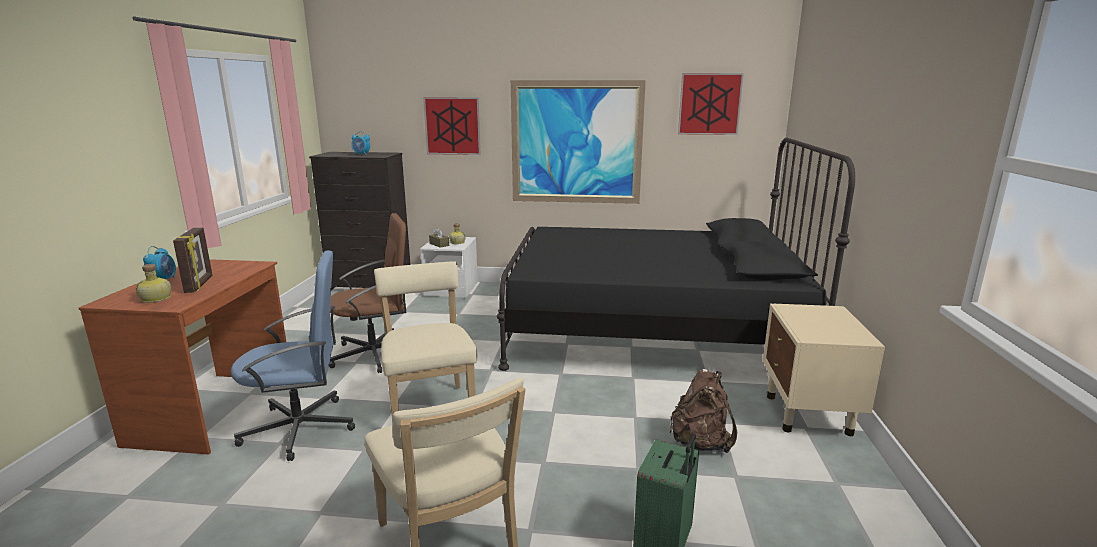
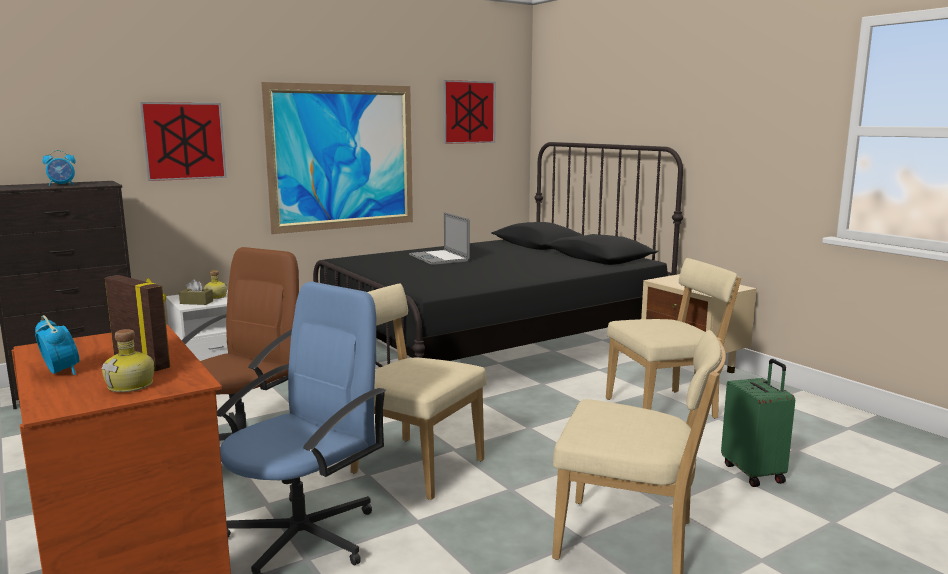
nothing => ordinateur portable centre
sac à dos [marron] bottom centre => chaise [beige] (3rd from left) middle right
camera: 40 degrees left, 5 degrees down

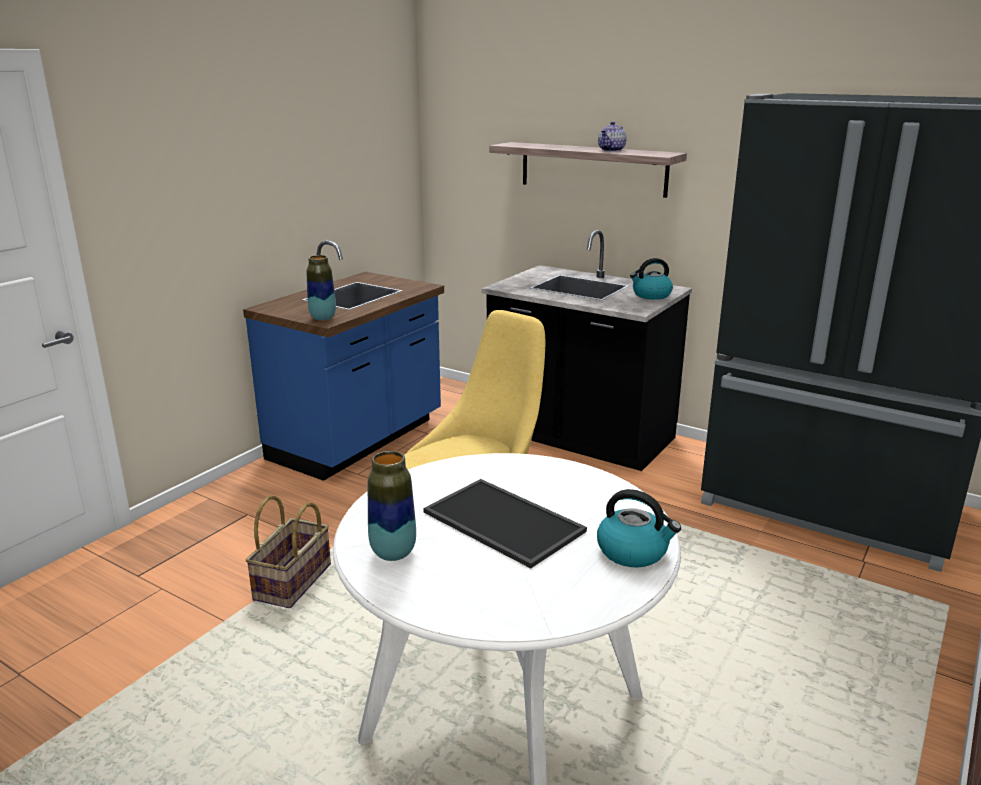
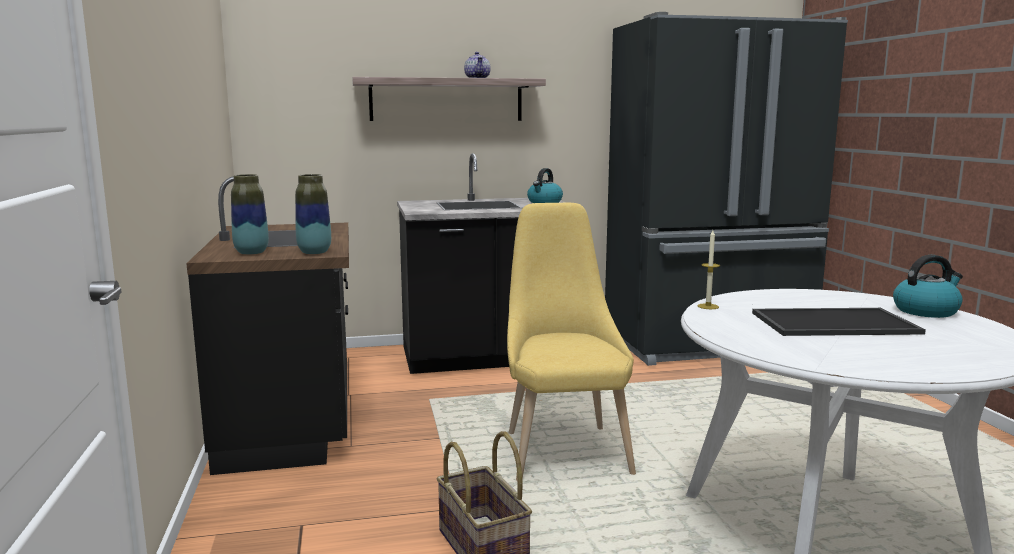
nothing => bougie middle right
vase (2nd from left in the first image) centre => vase (1st from left) middle left, moved
comptoir de cuisine [bleu] centre => comptoir de cuisine [noir] (1st from left) middle left
camera: 45 degrees left, 10 degrees down

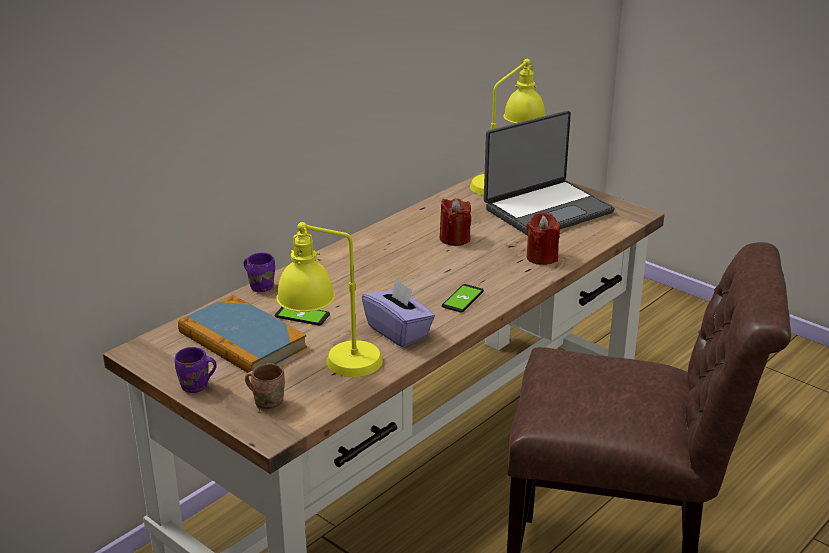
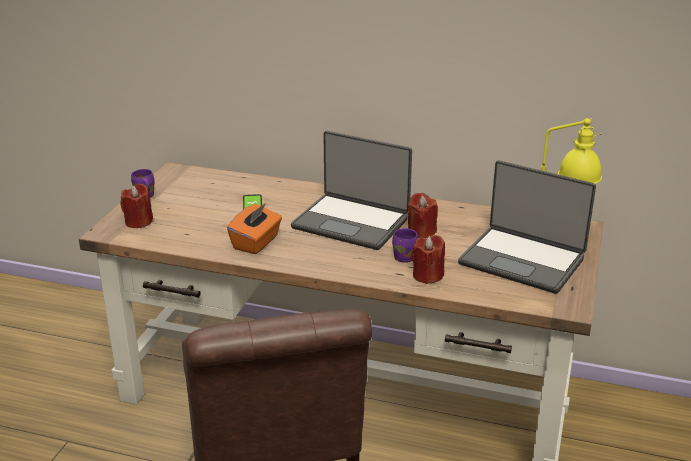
livre middle left => nothing
lampe de table [jaune] (1st from left) centre => nothing
téléphone (2nd from left) centre => nothing
nothing => ordinateur portable (1st from left) centre
mug [violet] (2nd from left) middle left => mug [violet] (2nd from left) centre, moved
mug [marron] bottom left => bougie [rouge] (1st from left) middle left
boîte à mouchoirs [violet] centre => boîte à mouchoirs [orange] centre
camera: 65 degrees right, 0 degrees up

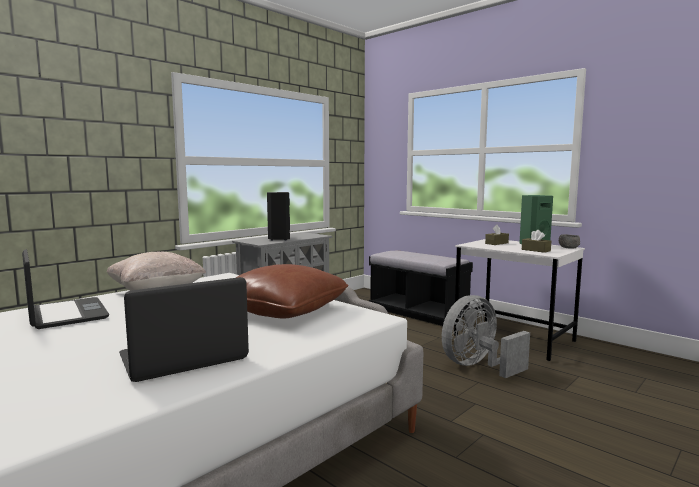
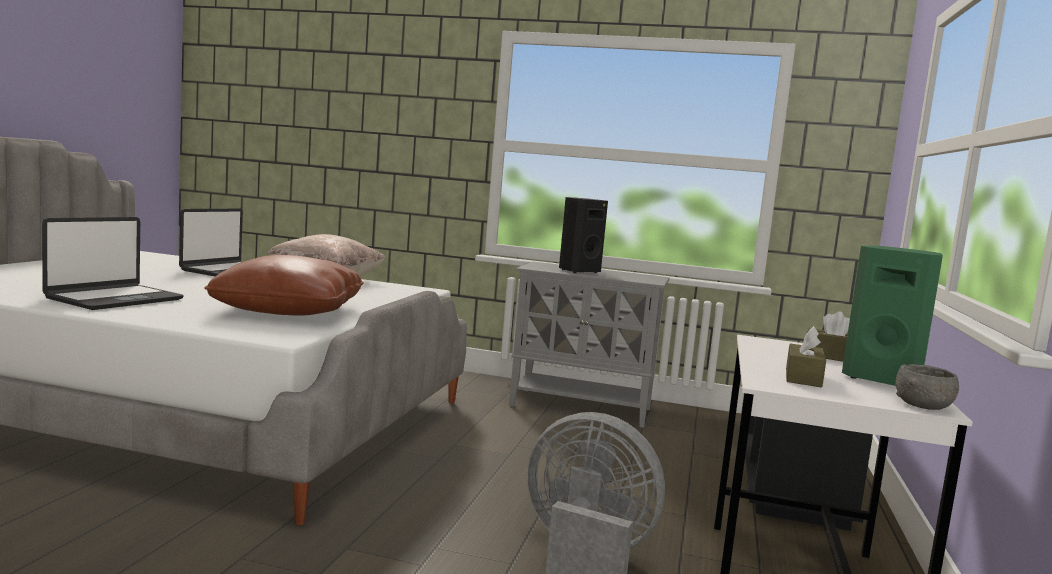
ordinateur portable (2nd from left in the first image) bottom left => ordinateur portable (1st from left) middle left, 90 degrees clockwise
camera: 60 degrees right, 0 degrees up

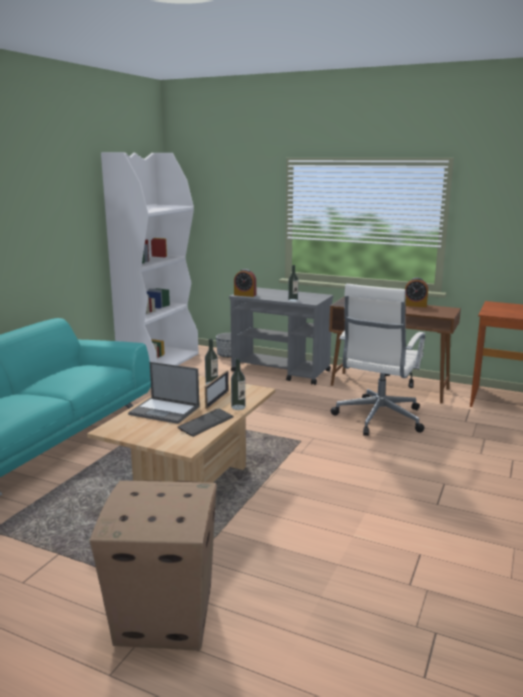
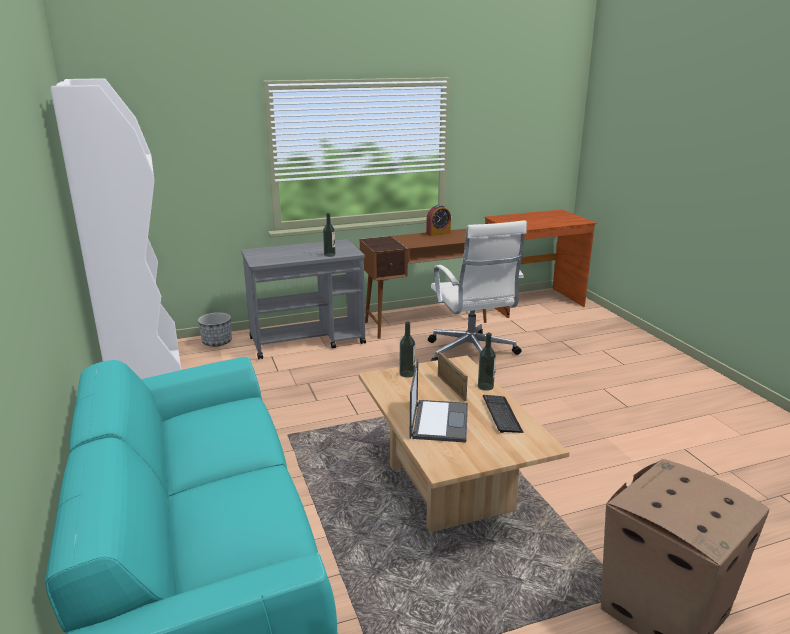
réveil (1st from left) centre => nothing
ordinateur portable middle left => ordinateur portable centre, 60 degrees counterclockwise
camera: 45 degrees left, 5 degrees up

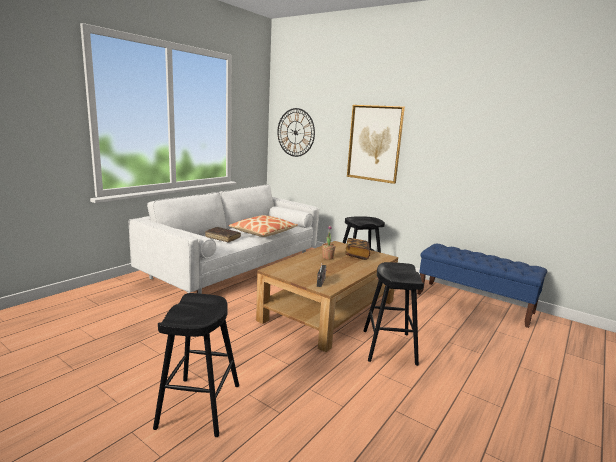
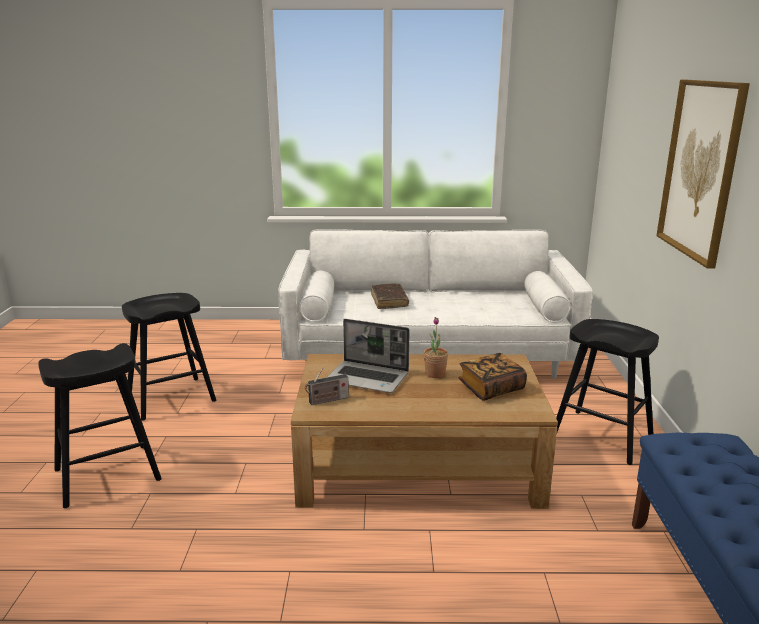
coussin centre => nothing
horloge murale top centre => nothing
nothing => ordinateur portable centre
tabouret [noir] (3rd from left in the first image) bottom centre => tabouret [noir] (2nd from left) middle left, moved
camera: 55 degrees right, 5 degrees up

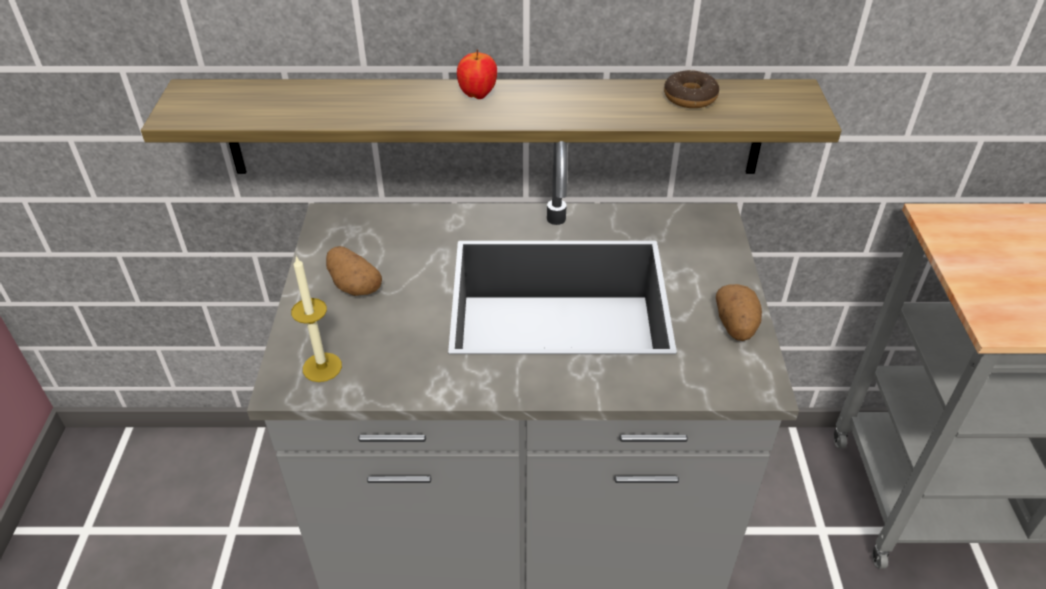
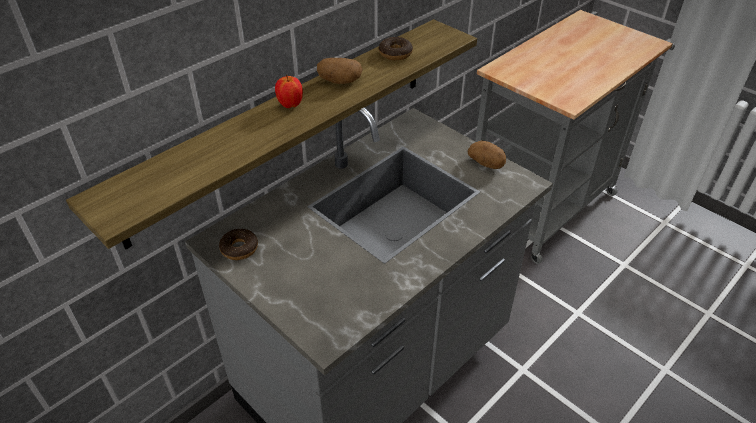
bougie middle left => nothing
nothing => beignet (1st from left) middle left
pomme de terre (1st from left) centre => pomme de terre (1st from left) top centre, moved
camera: 45 degrees left, 0 degrees up

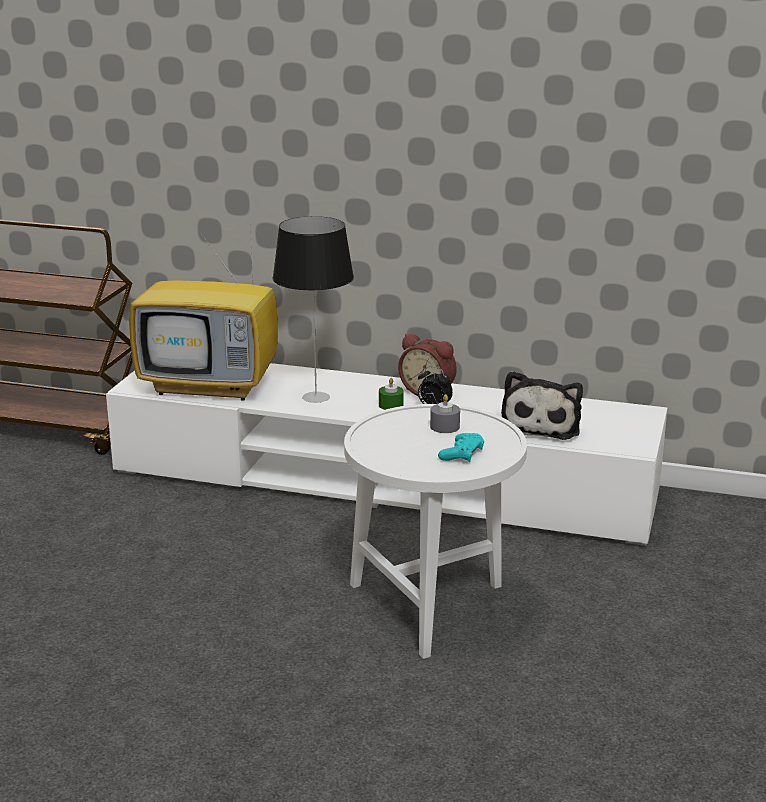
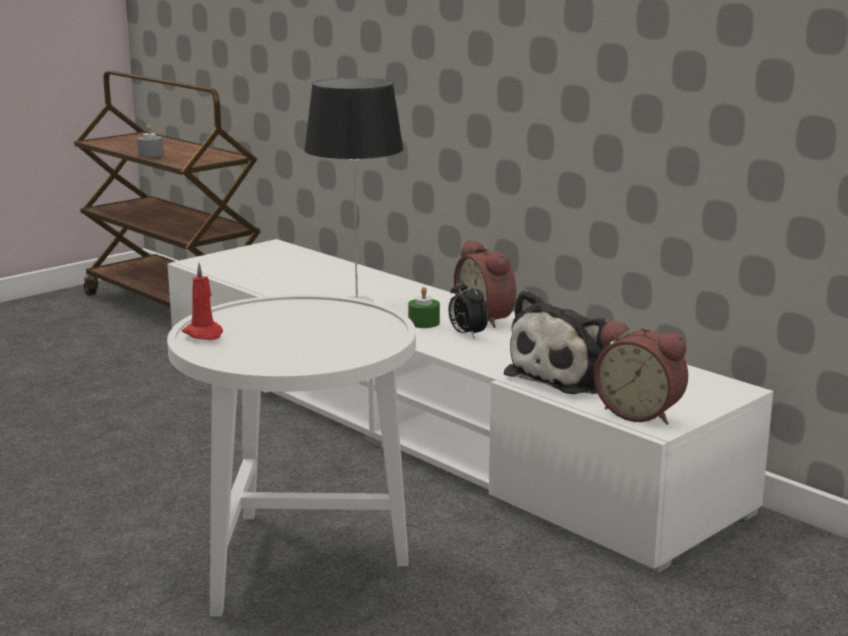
téléviseur middle left => nothing
manette [turquoise] centre => nothing
nothing => bougie [rouge] middle left
nothing => réveil (3rd from left) middle right
bougie [gris] centre => bougie [gris] top left, moved
camera: 30 degrees right, 5 degrees down

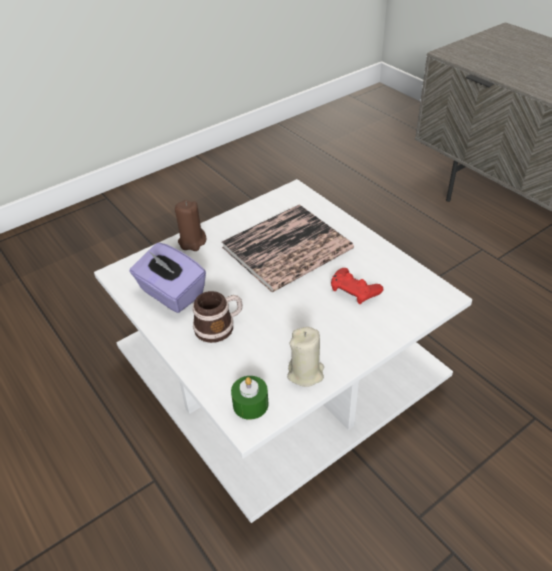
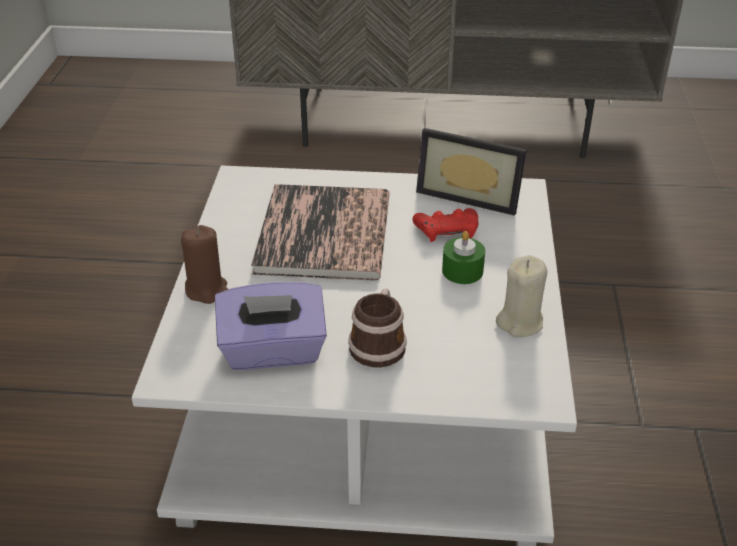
nothing => cadre photo top centre
bougie [vert] bottom centre => bougie [vert] centre, moved
camera: 50 degrees left, 5 degrees down

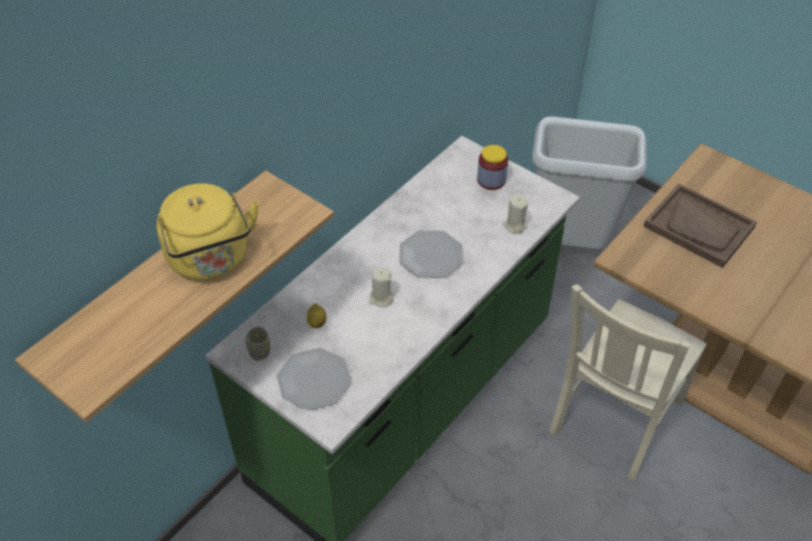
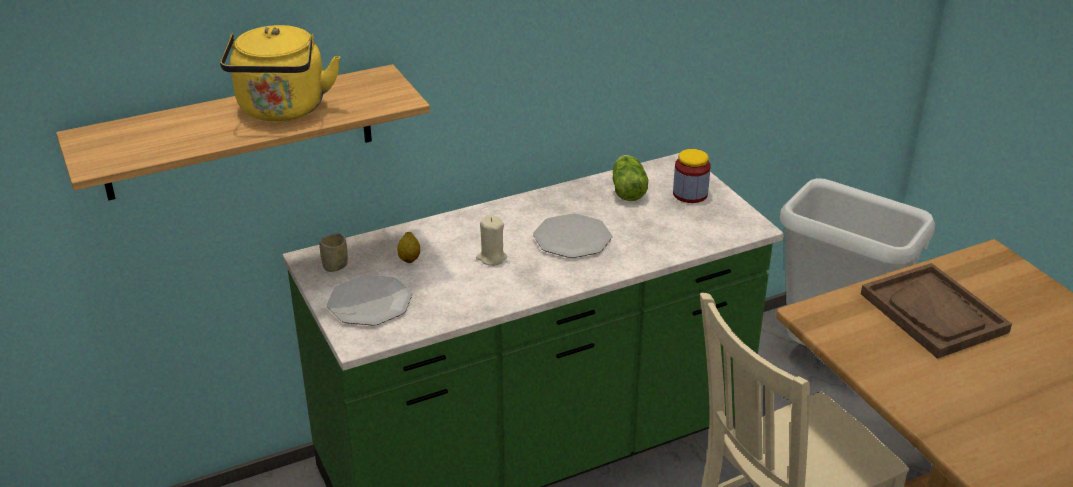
bougie [beige] (2nd from left) centre => nothing
nothing => laitue centre
camera: 25 degrees right, 15 degrees down

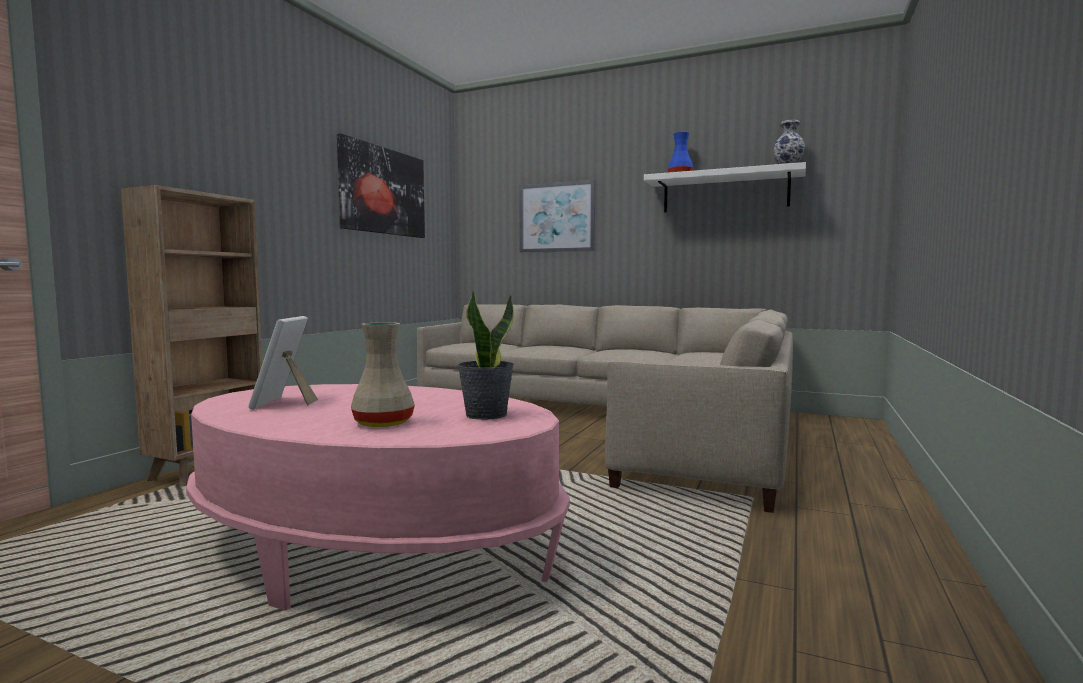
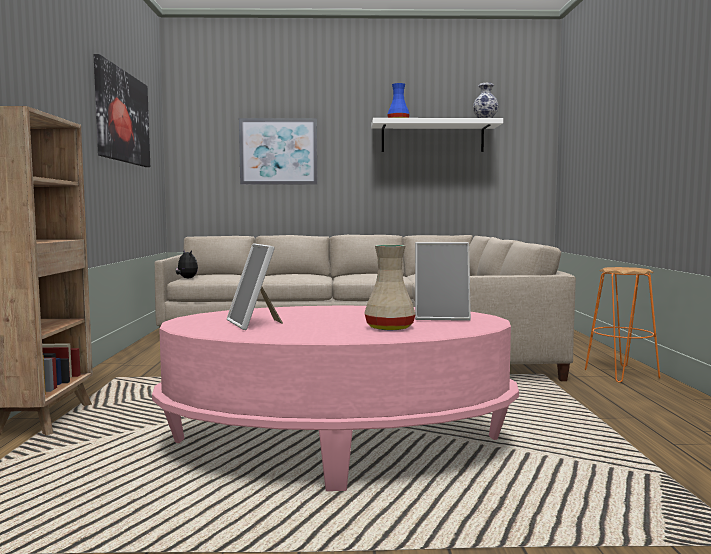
nothing => peluche middle left
nothing => tabouret [orange] middle right
plante en pot centre => cadre photo (2nd from left) centre
camera: 25 degrees left, 0 degrees up

